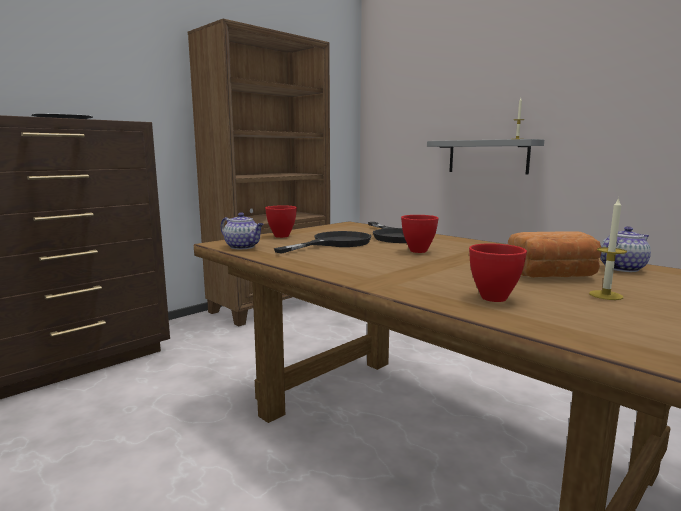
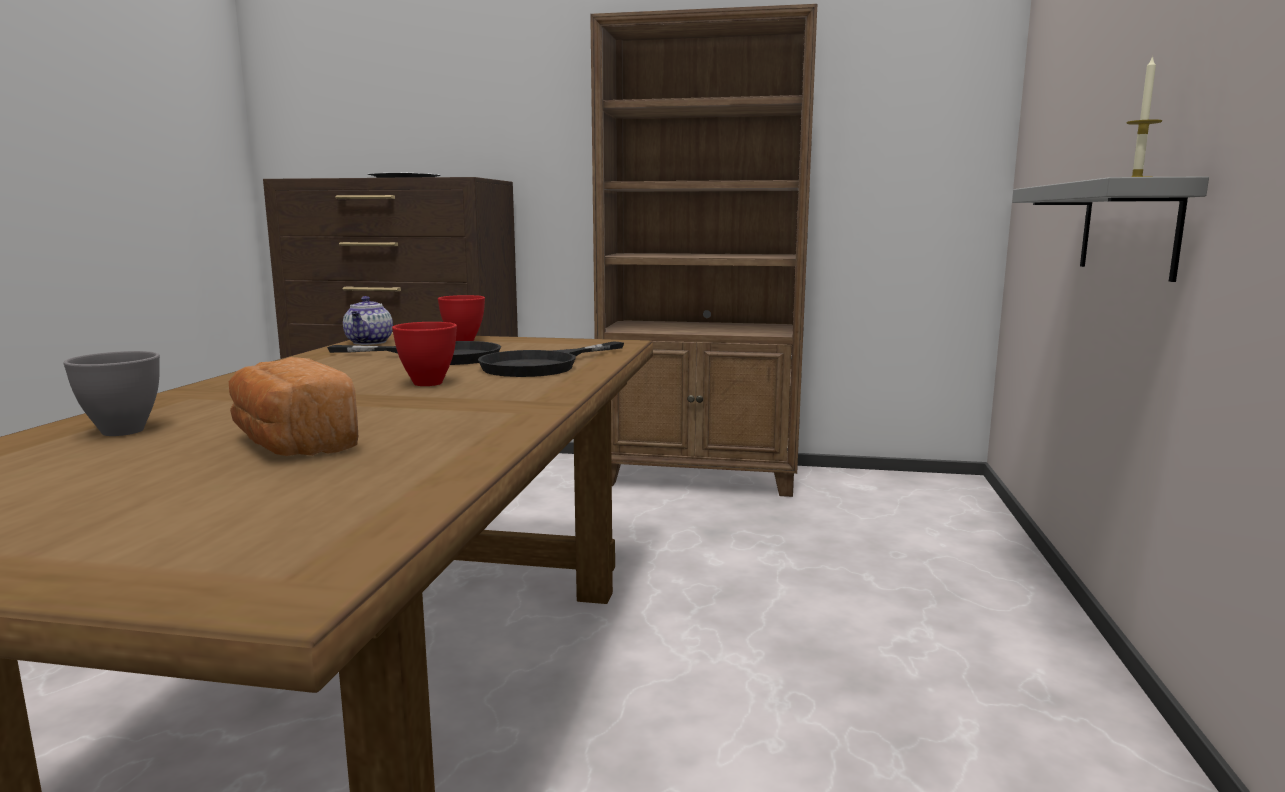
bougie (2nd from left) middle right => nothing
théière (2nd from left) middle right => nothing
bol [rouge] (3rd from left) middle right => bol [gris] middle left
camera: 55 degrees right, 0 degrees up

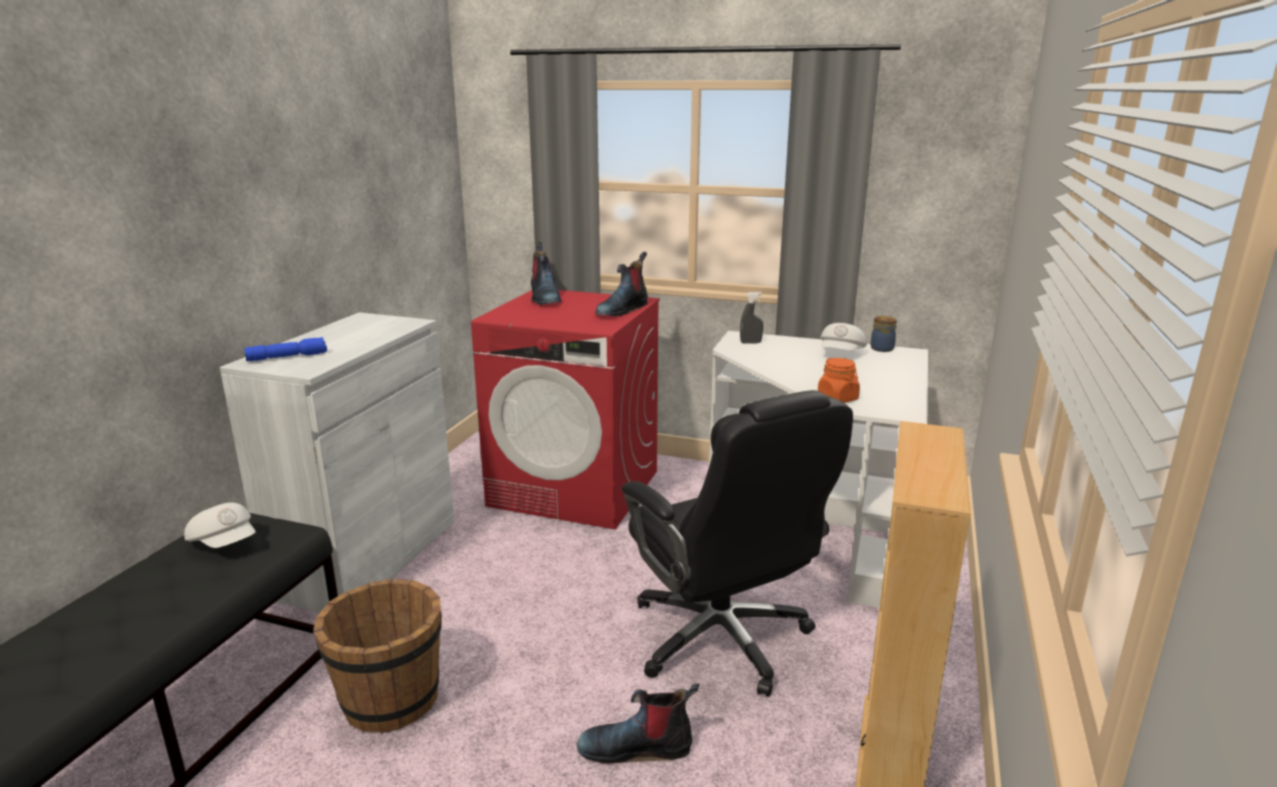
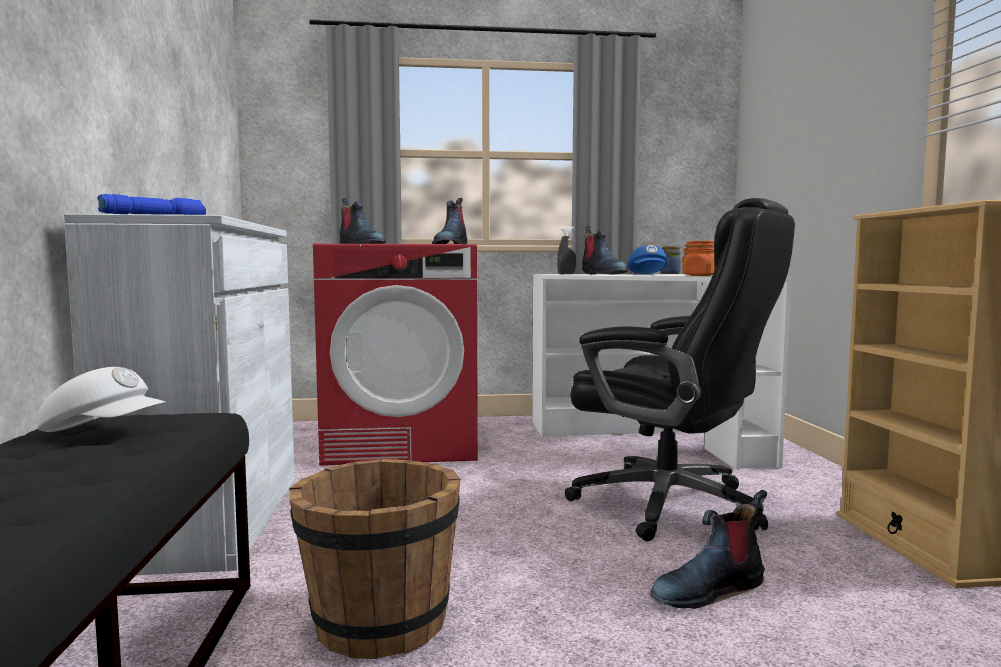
nothing => botte (3rd from left) centre
casquette [blanc] (2nd from left) centre => casquette [bleu] centre
camera: 25 degrees left, 15 degrees down

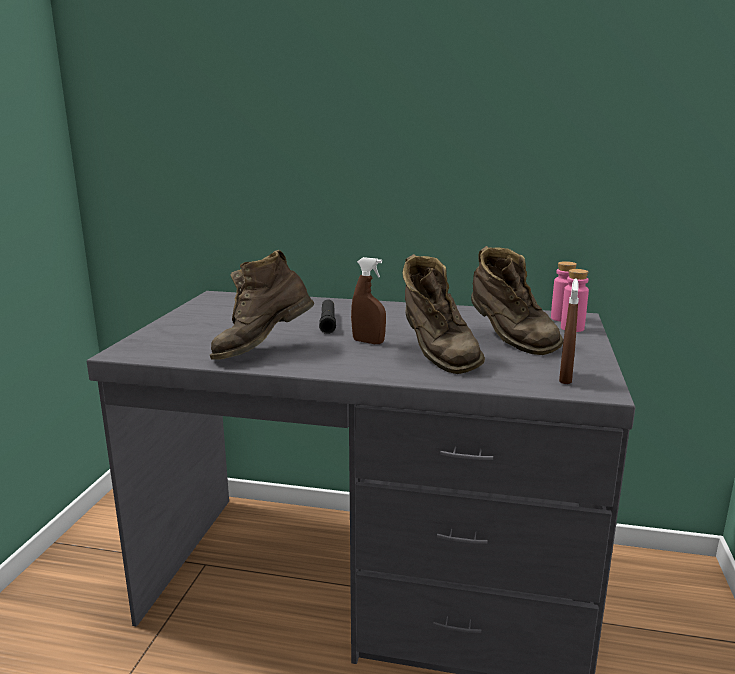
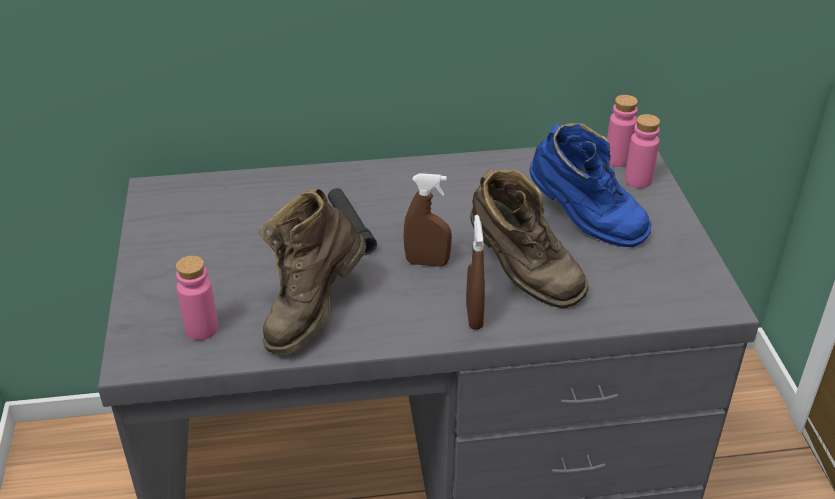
nothing => bouteille [rose] (1st from left) middle left
vaporisateur [marron] (2nd from left) middle right => vaporisateur [marron] (2nd from left) centre, moved
botte [marron] (3rd from left) middle right => botte [bleu] middle right
camera: 20 degrees left, 20 degrees up

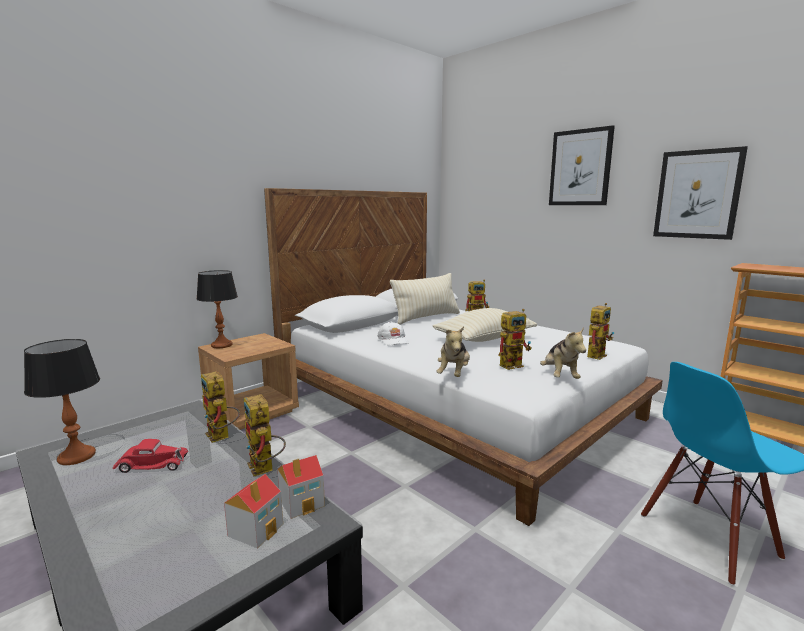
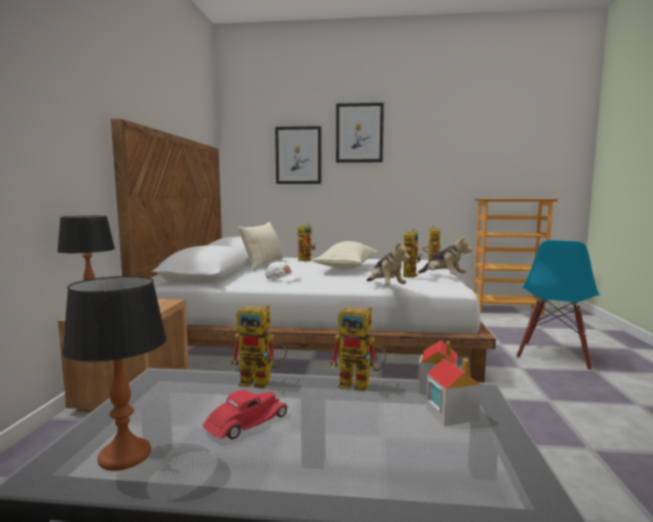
tableau (2nd from left in the first image) top right => tableau (1st from left) top centre, moved
camera: 40 degrees left, 5 degrees down

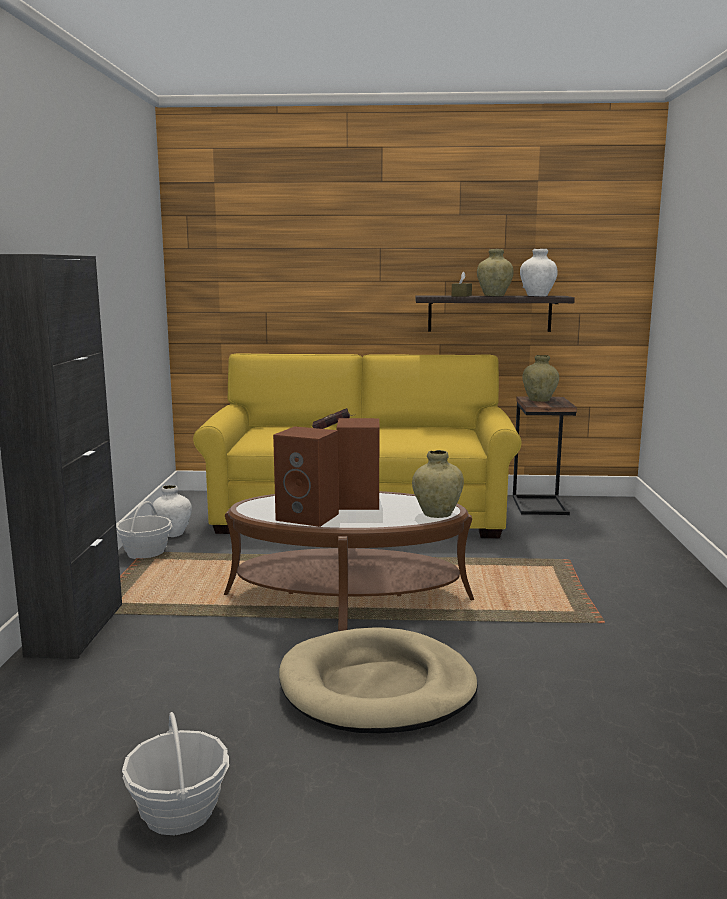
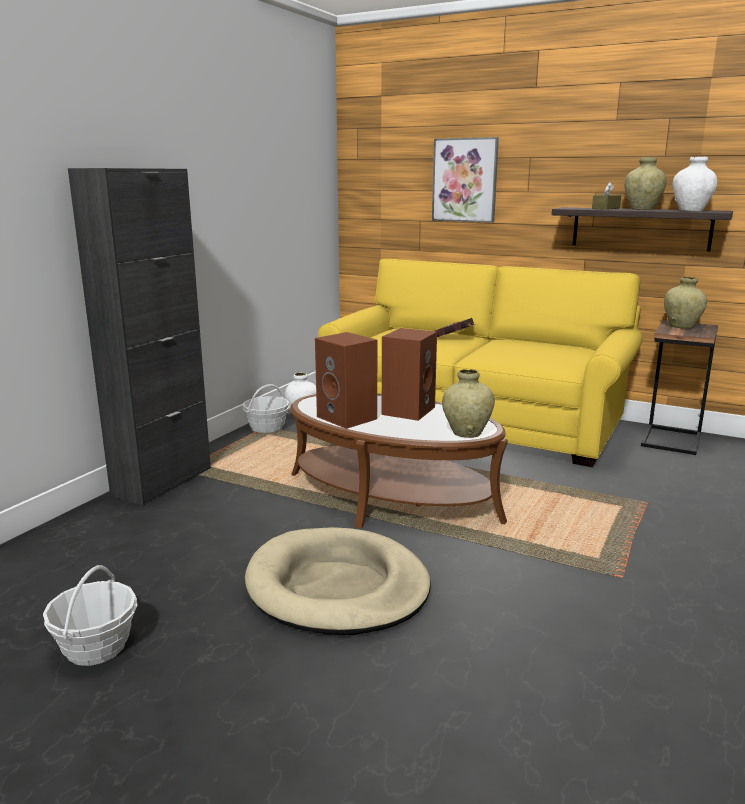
nothing => tableau top centre
camera: 25 degrees right, 5 degrees up

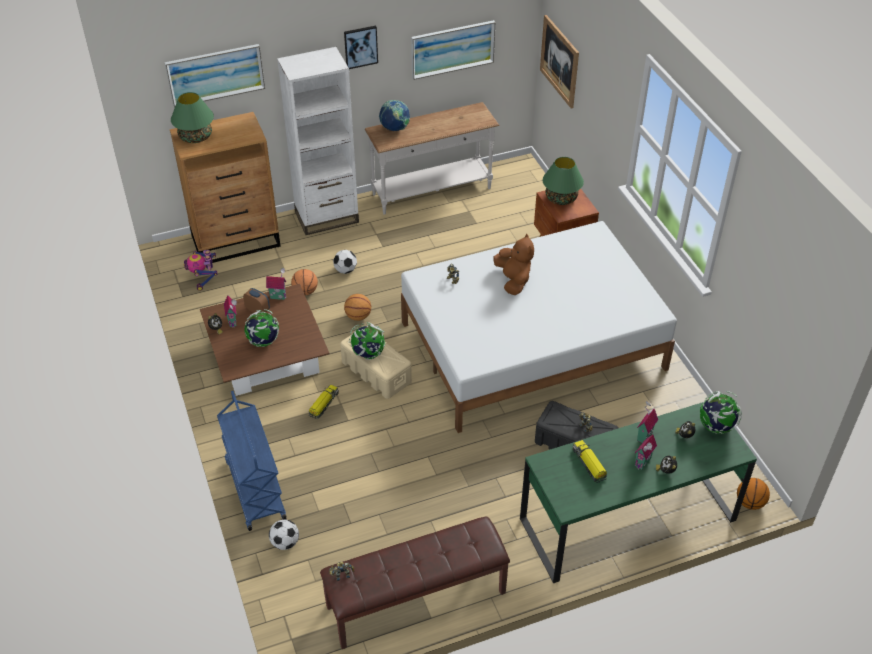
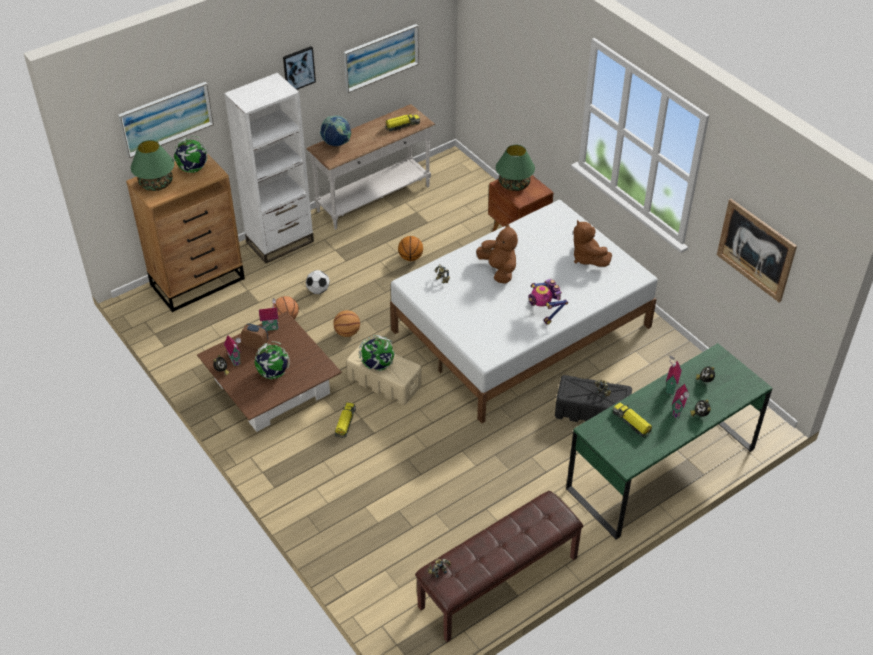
chariot [bleu] bottom left => nothing
ballon de foot (1st from left) bottom left => nothing
nothing => camion jouet (2nd from left) top centre
nothing => peluche [marron] (2nd from left) middle right
robot jouet (1st from left in the first image) middle left => robot jouet (3rd from left) centre, moved
tableau (4th from left) top centre => tableau (4th from left) middle right, moved
globe (4th from left in the first image) middle right => globe (1st from left) top left, moved
ballon de basket (3rd from left) bottom right => ballon de basket (3rd from left) centre, moved
camera: 15 degrees left, 0 degrees up

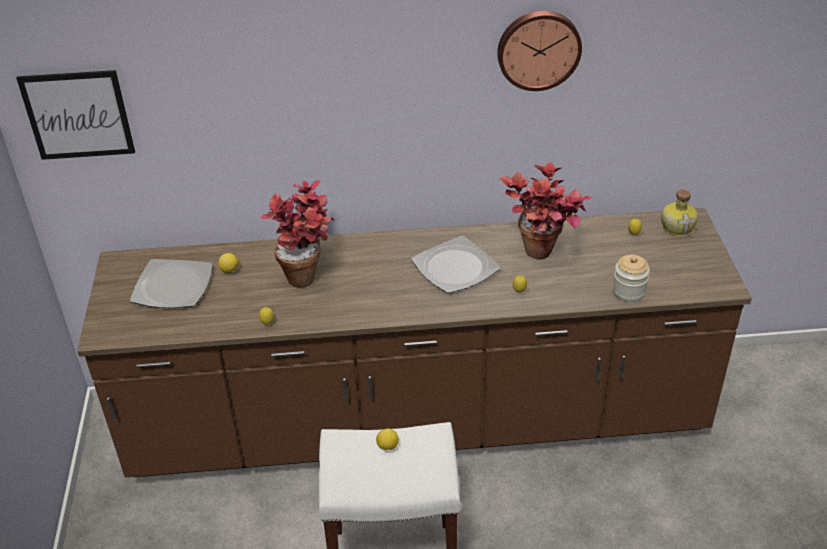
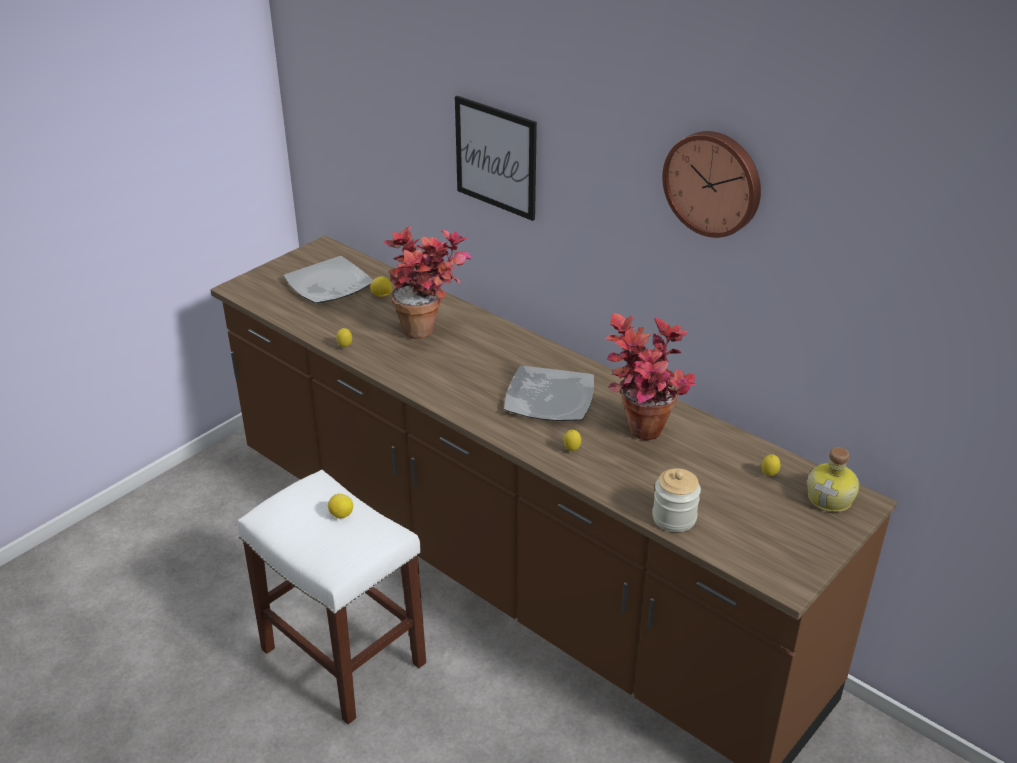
tableau top left => tableau top centre, moved
camera: 45 degrees right, 5 degrees down

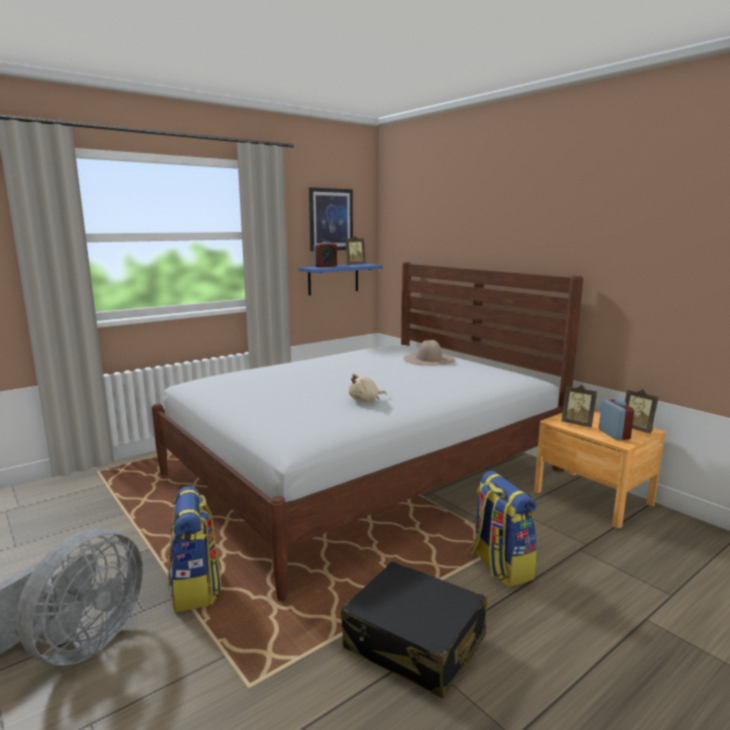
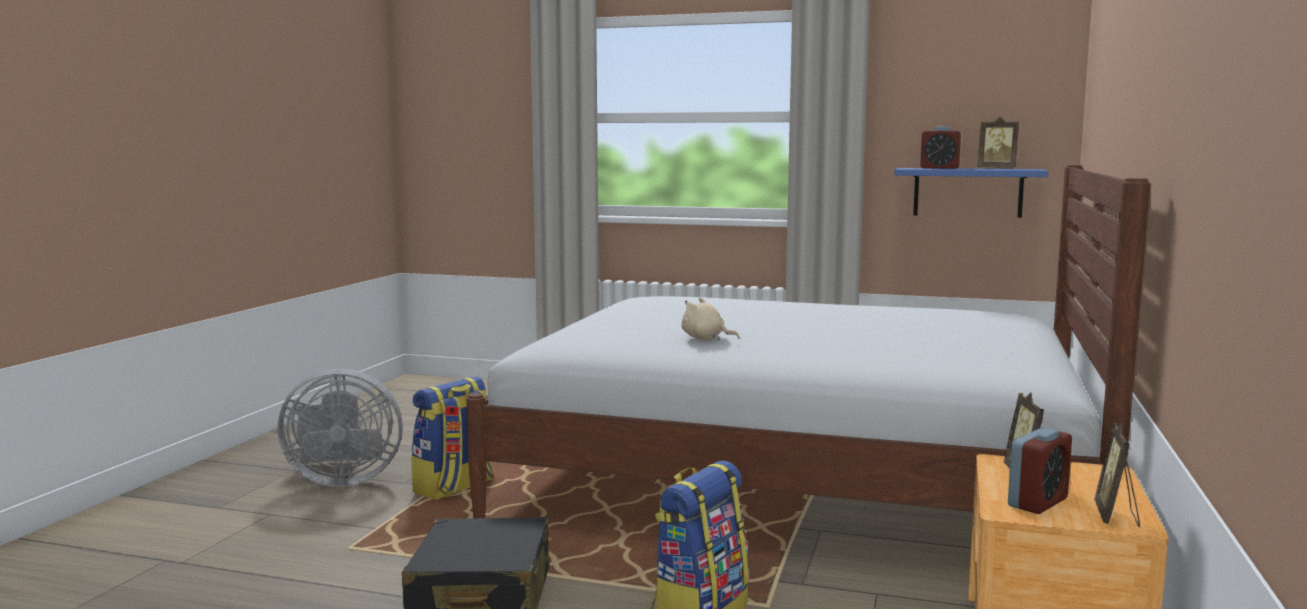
tableau top centre => nothing
chapeau [beige] centre => nothing
camera: 55 degrees right, 5 degrees down

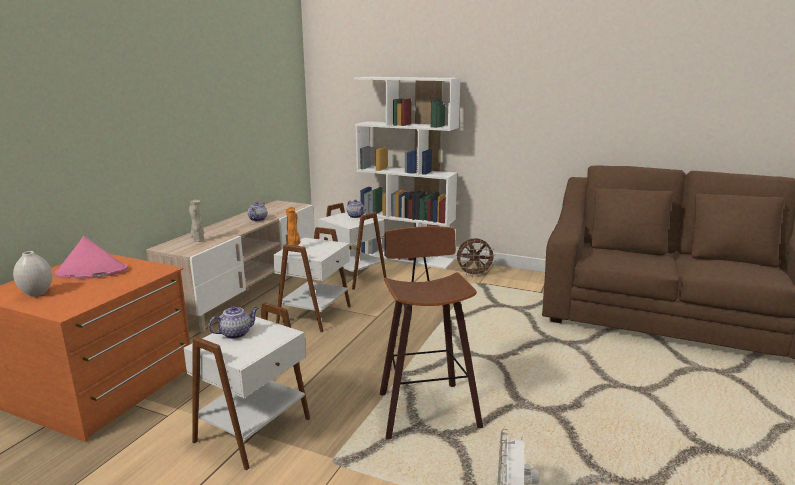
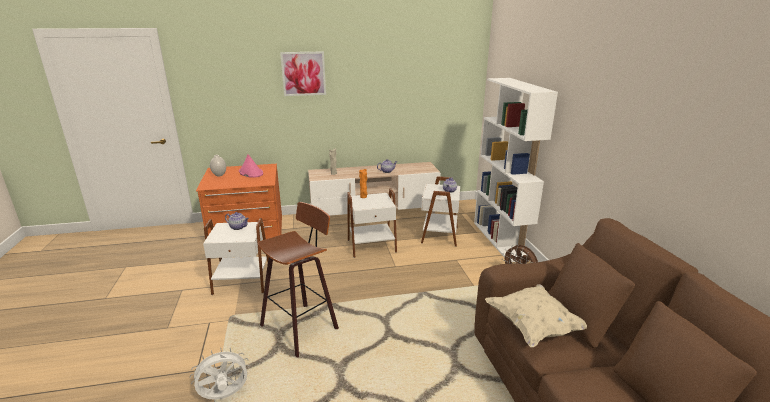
nothing => tableau top centre
nothing => coussin [beige] bottom right
camera: 55 degrees right, 5 degrees up

